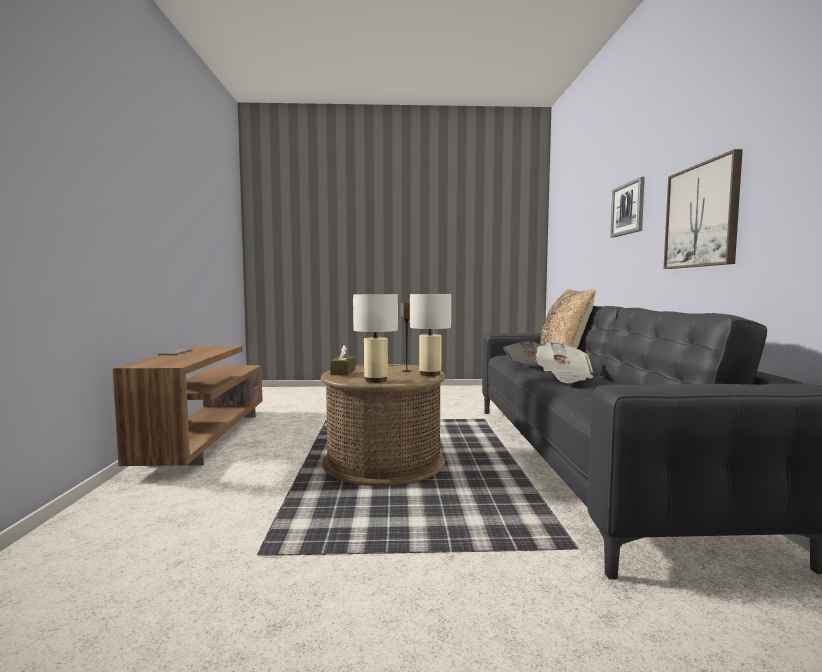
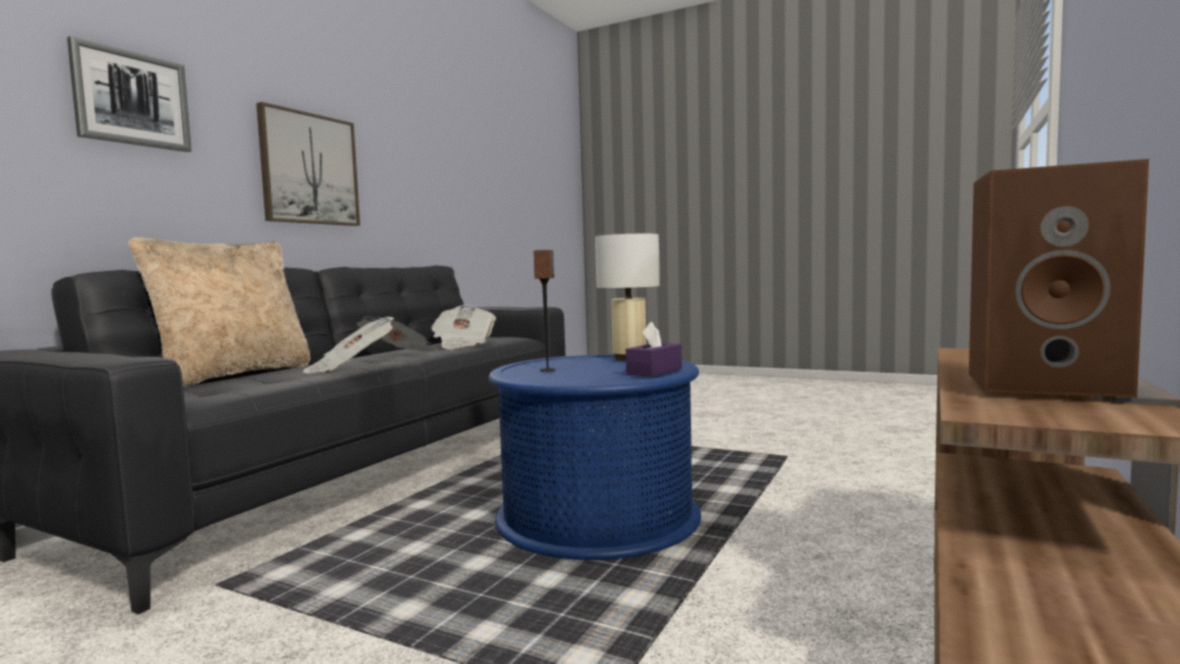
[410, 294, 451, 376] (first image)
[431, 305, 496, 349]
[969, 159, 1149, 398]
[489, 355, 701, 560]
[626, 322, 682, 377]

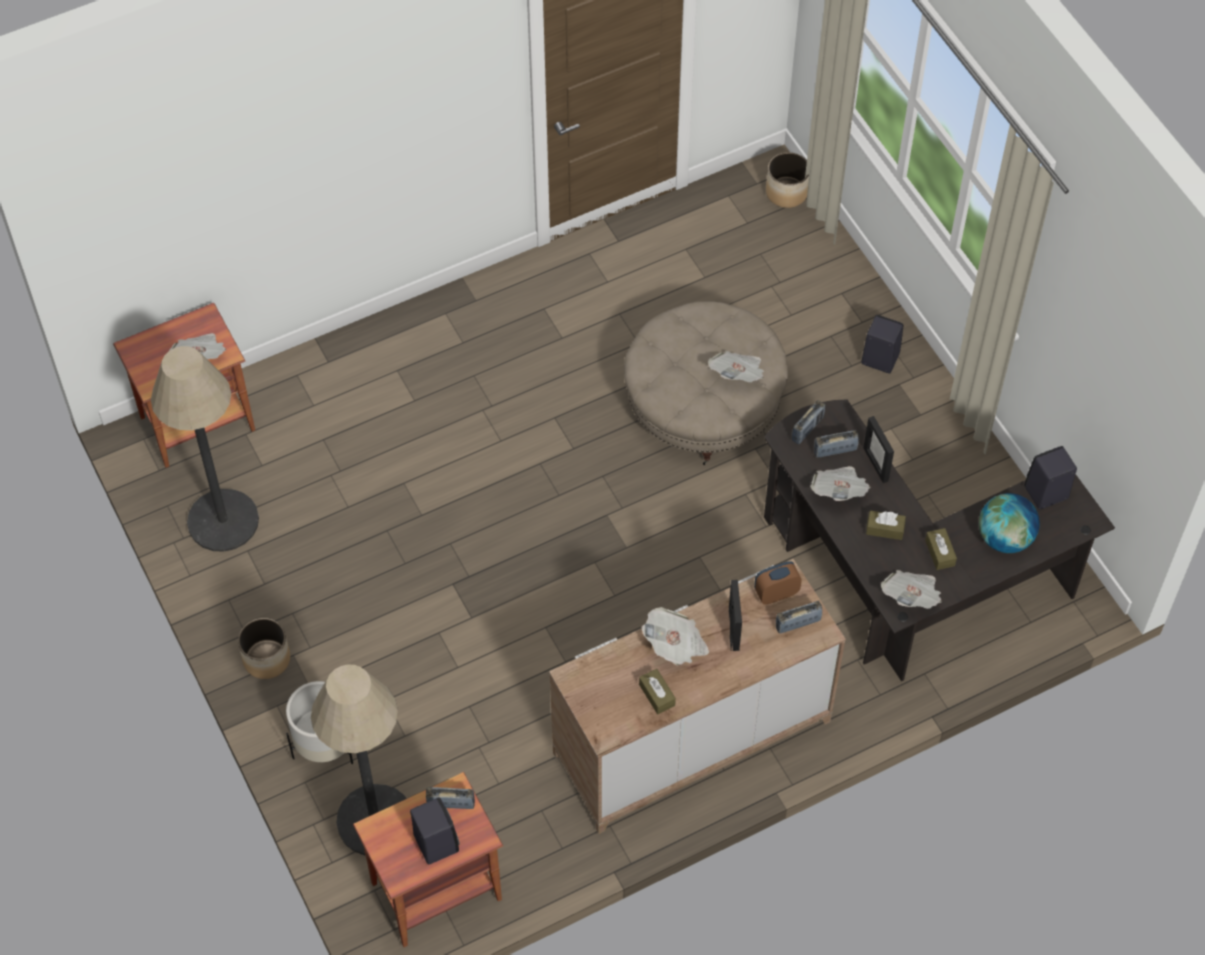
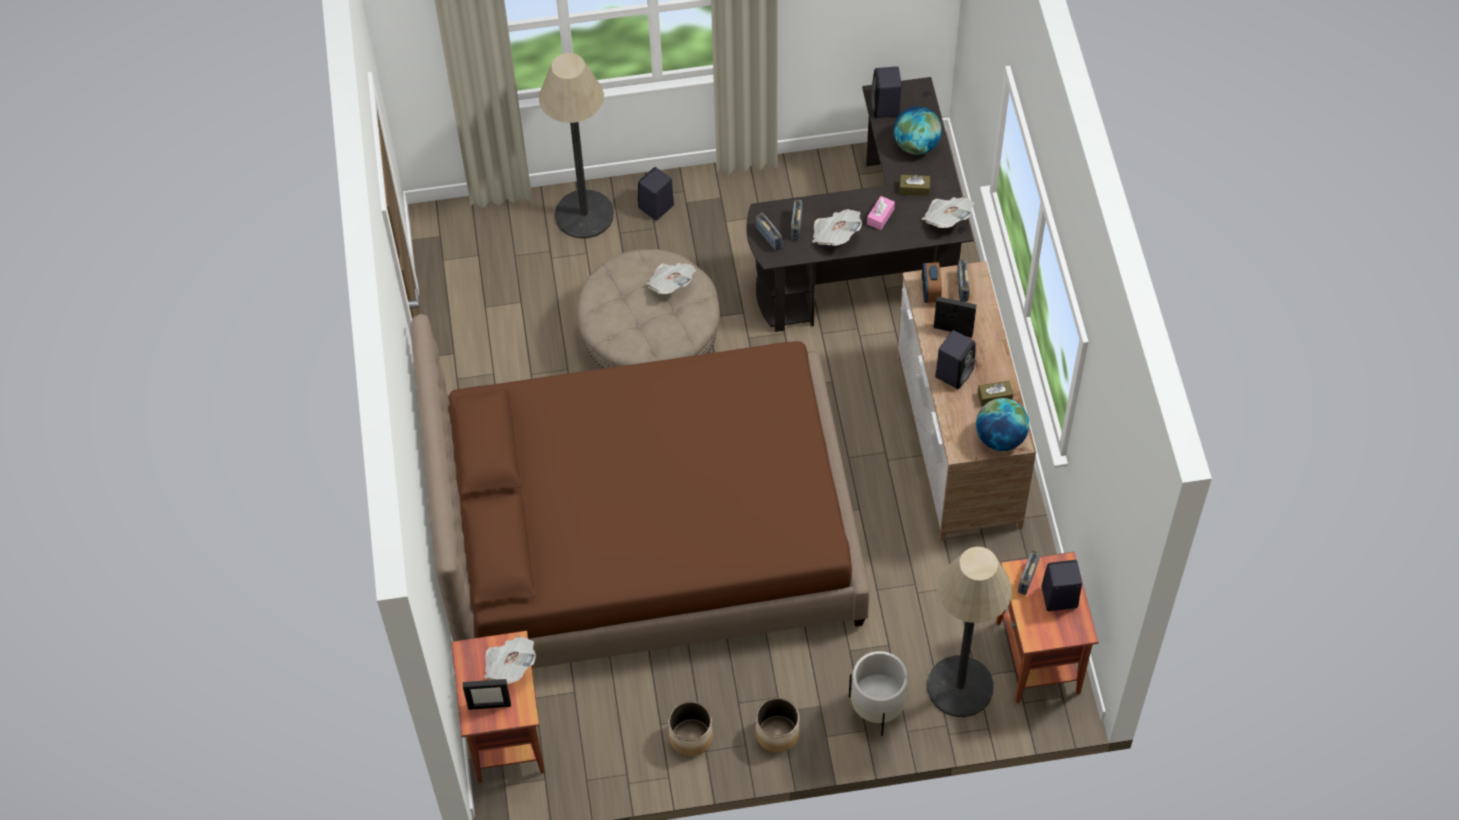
[410, 314, 870, 669]
[976, 398, 1029, 451]
[539, 53, 614, 239]
[668, 701, 713, 756]
[463, 679, 511, 710]
[935, 330, 976, 389]
[867, 196, 895, 230]

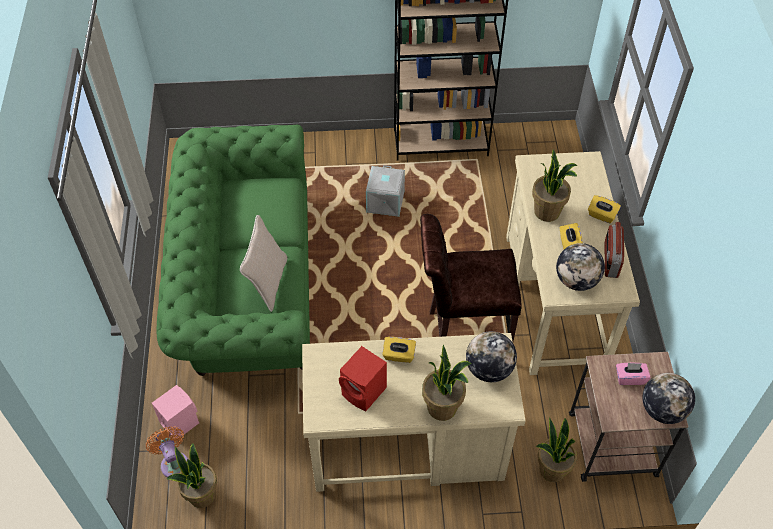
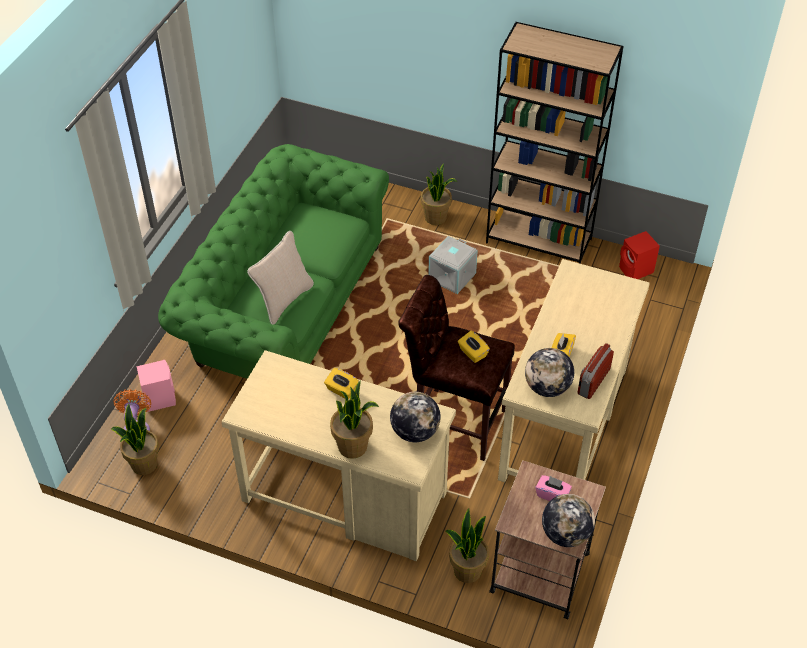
[619, 231, 660, 279]
[421, 164, 457, 225]
[458, 331, 490, 363]

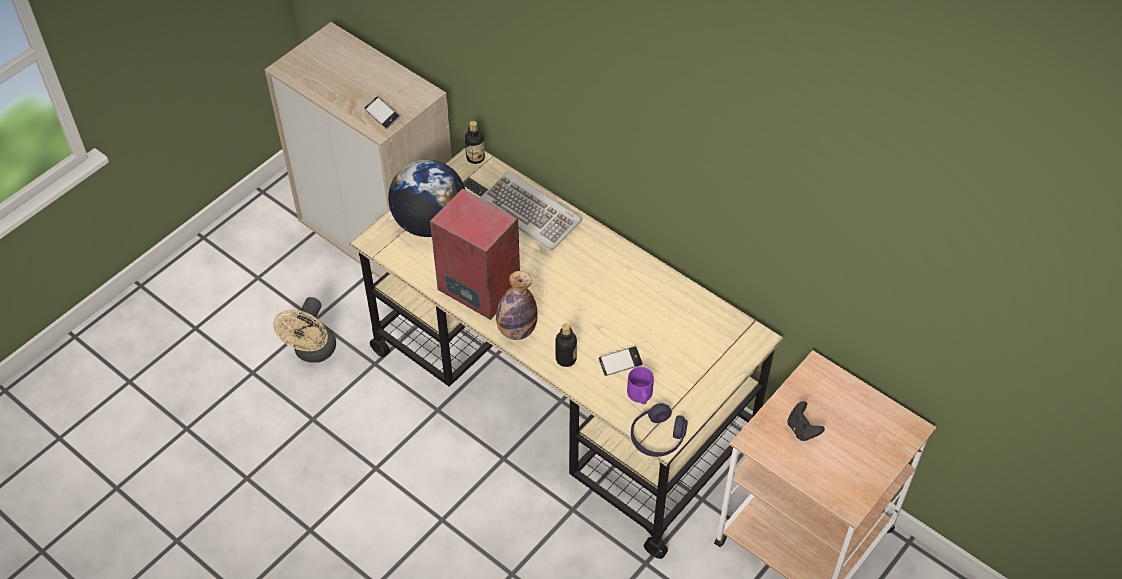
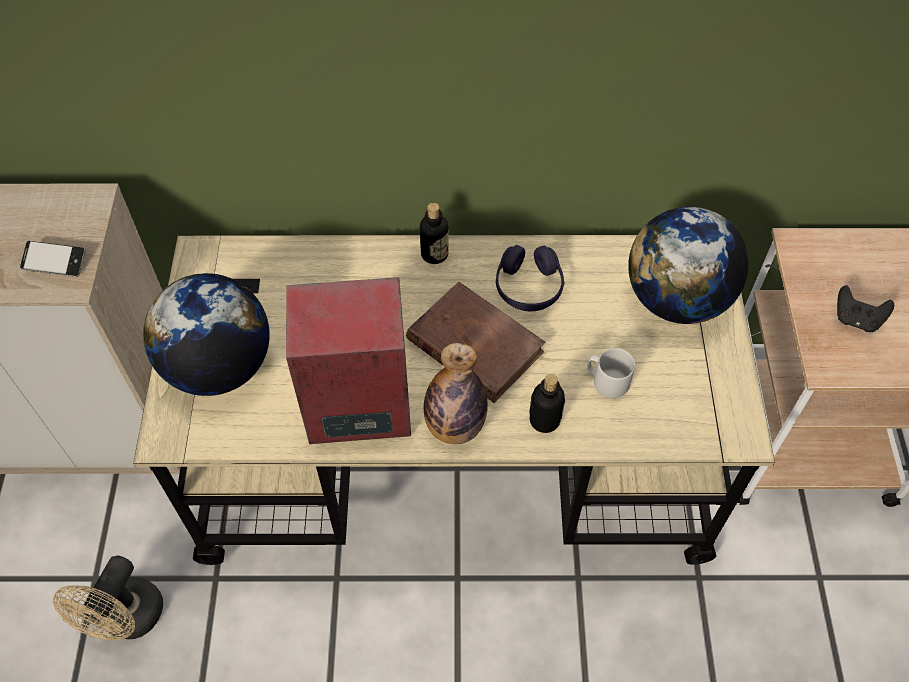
[480, 171, 582, 250] (first image)
[627, 367, 654, 404] (first image)
[406, 282, 545, 403]
[628, 207, 748, 324]
[420, 203, 449, 264]
[496, 245, 564, 311]
[587, 348, 635, 398]
[53, 555, 163, 640]

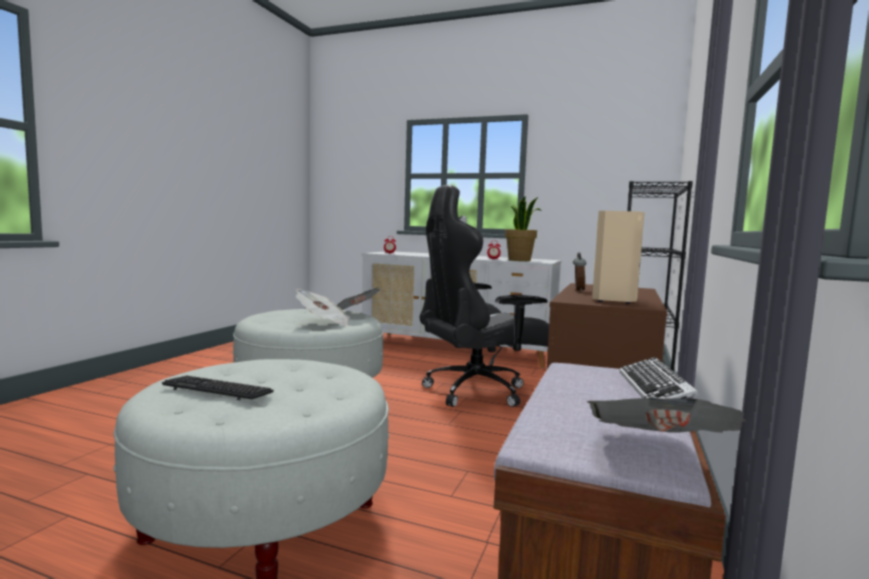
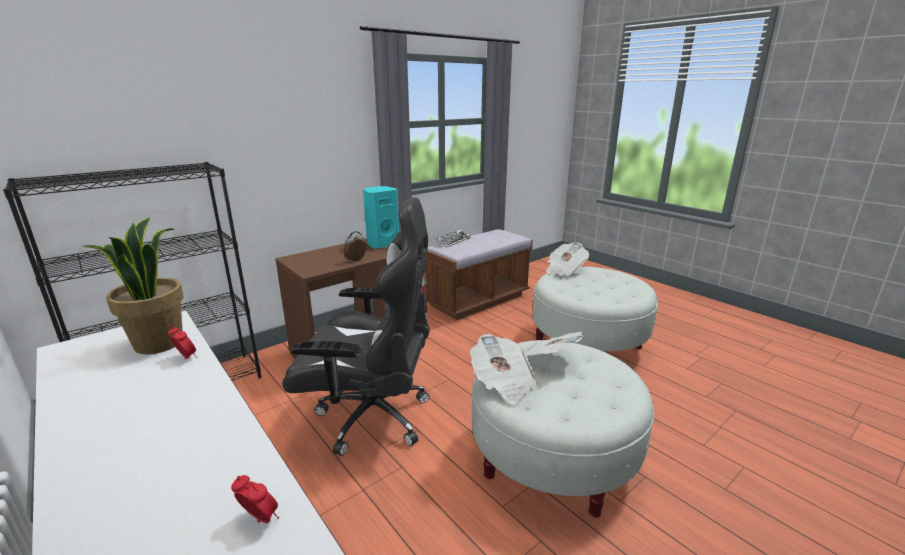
[162, 375, 274, 400] (first image)
[546, 242, 589, 275]
[363, 186, 399, 249]

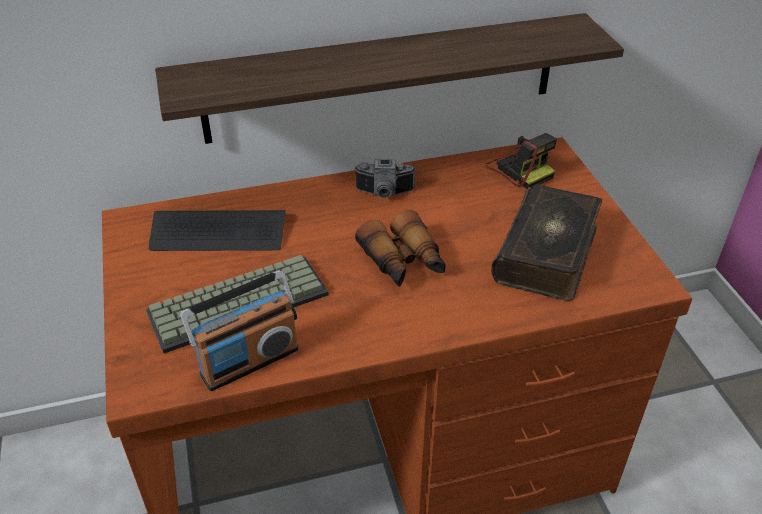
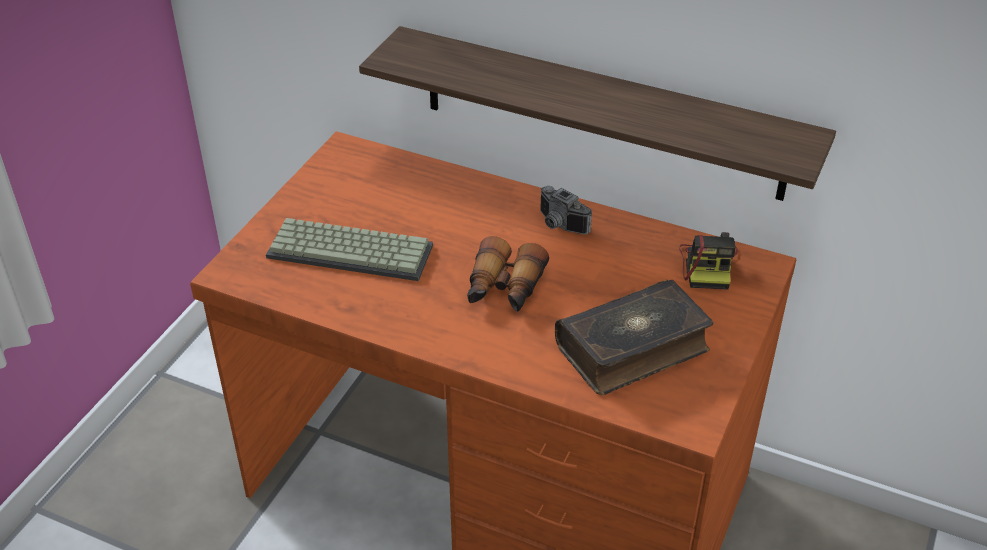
[149, 210, 286, 251] (first image)
[180, 270, 299, 391] (first image)

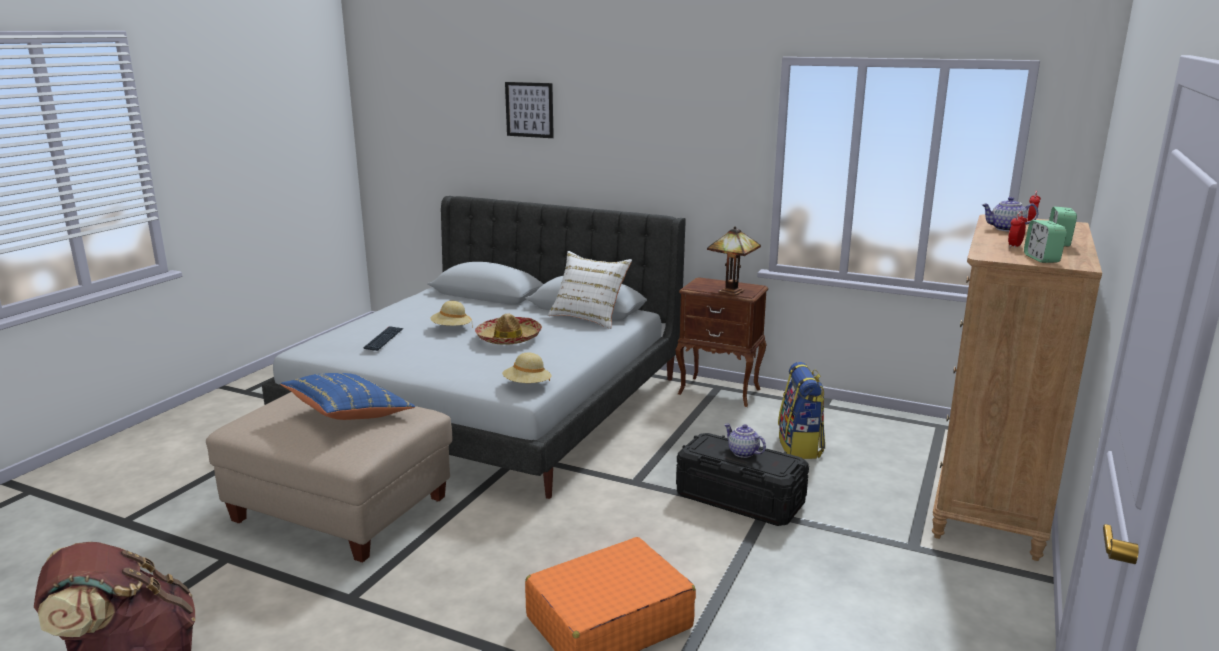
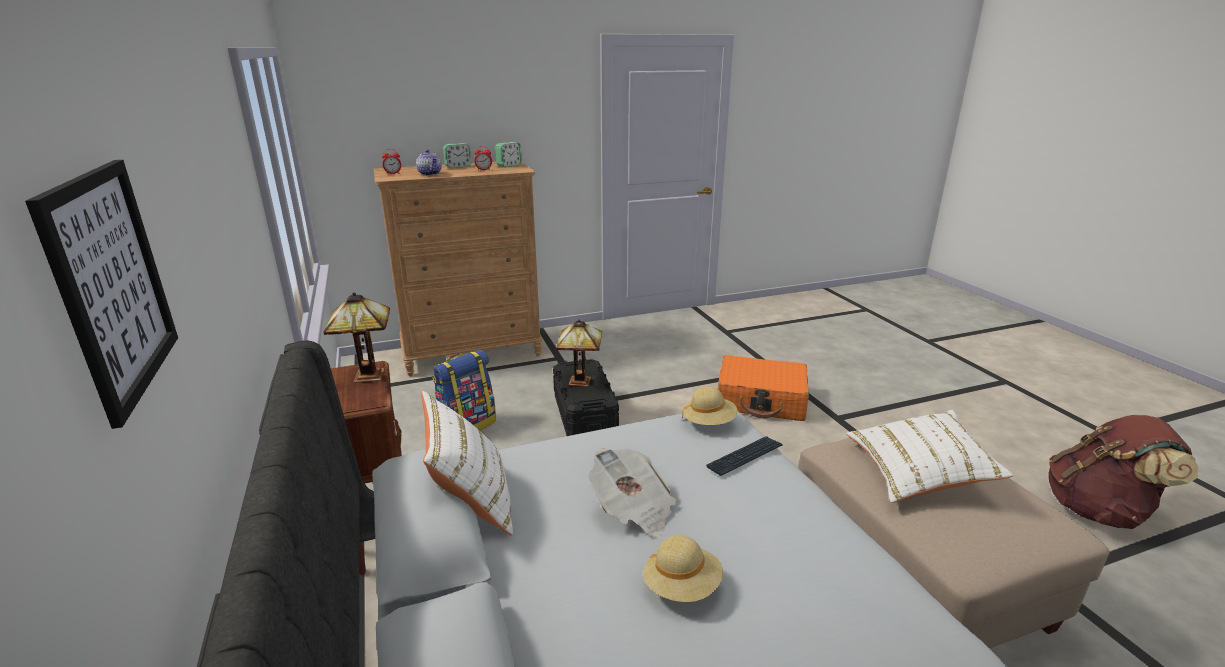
[706, 436, 783, 476]
[588, 448, 677, 536]
[556, 319, 602, 387]
[847, 410, 1013, 503]

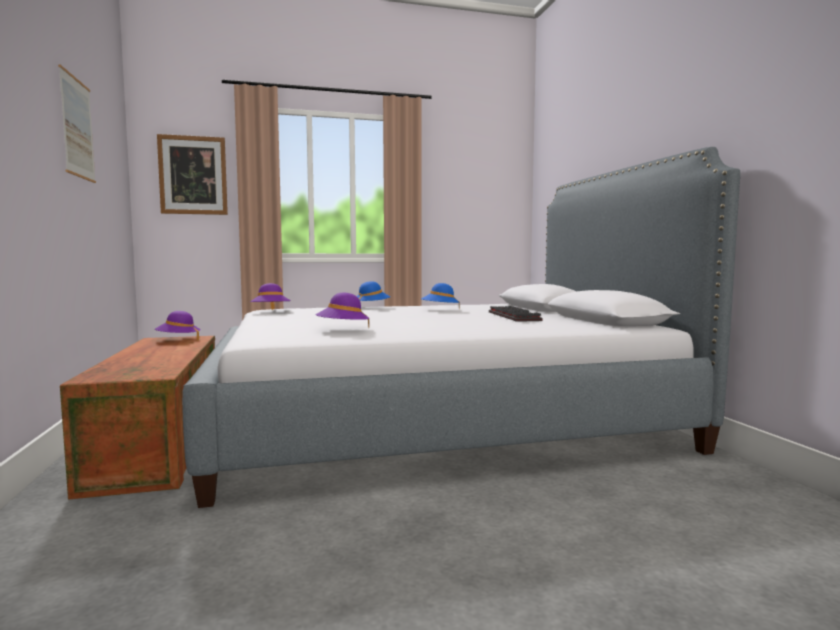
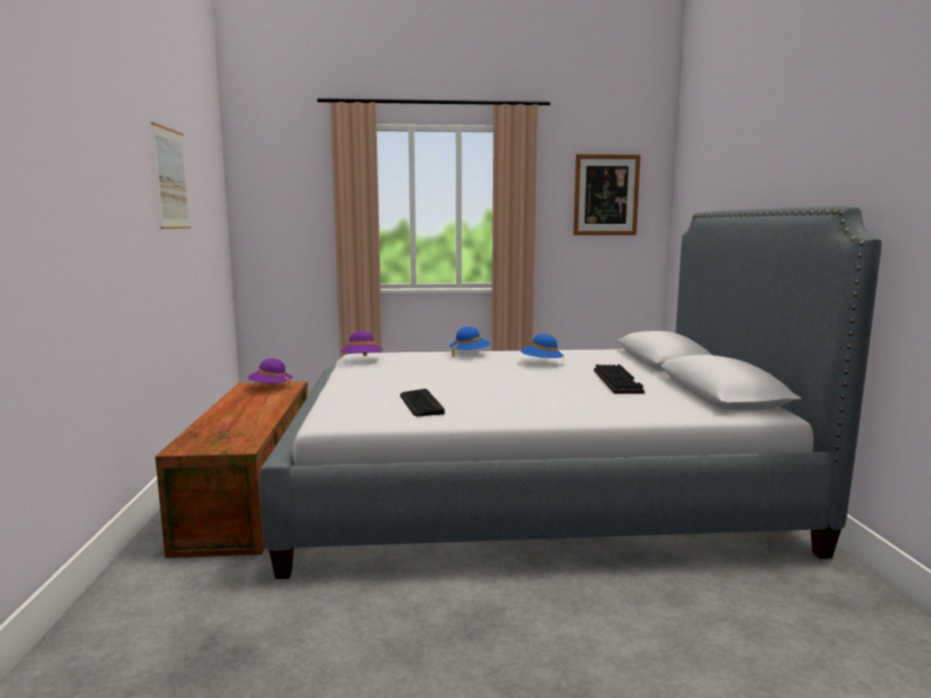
[573, 154, 640, 235]
[400, 389, 445, 416]

